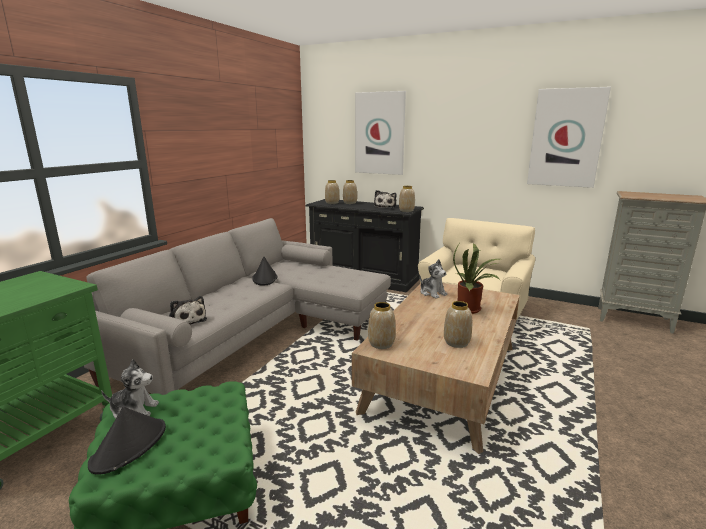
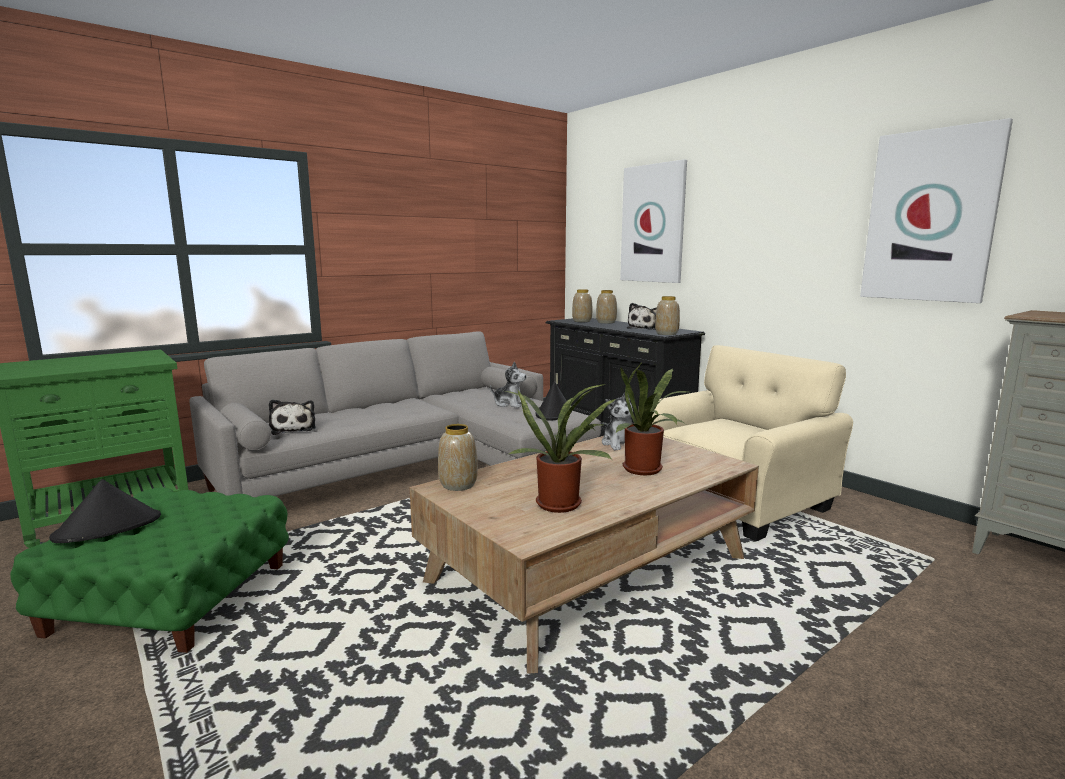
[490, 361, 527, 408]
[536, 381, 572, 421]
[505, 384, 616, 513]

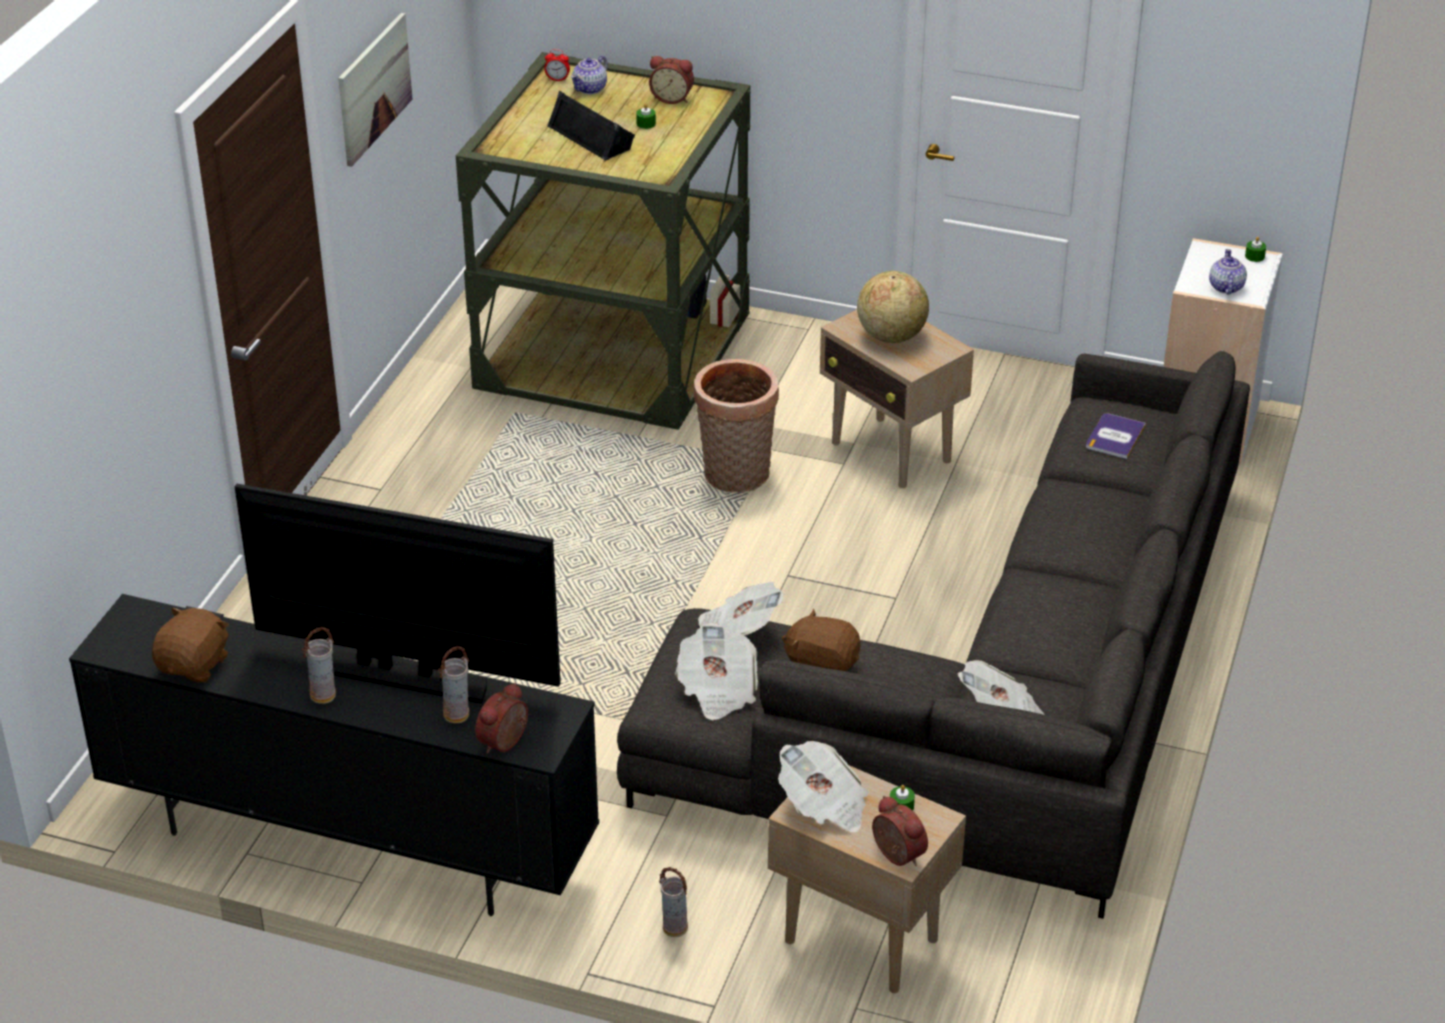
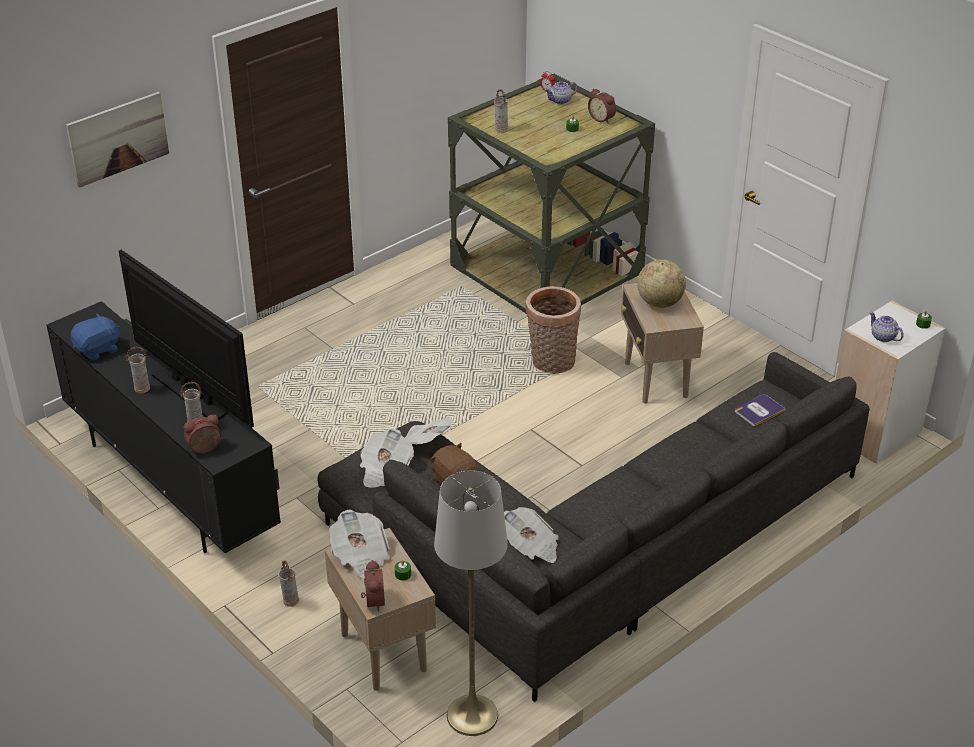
[547, 91, 635, 161] (first image)
[434, 470, 508, 736]
[494, 89, 508, 133]
[66, 92, 169, 188]
[71, 314, 120, 361]
[869, 312, 904, 342]

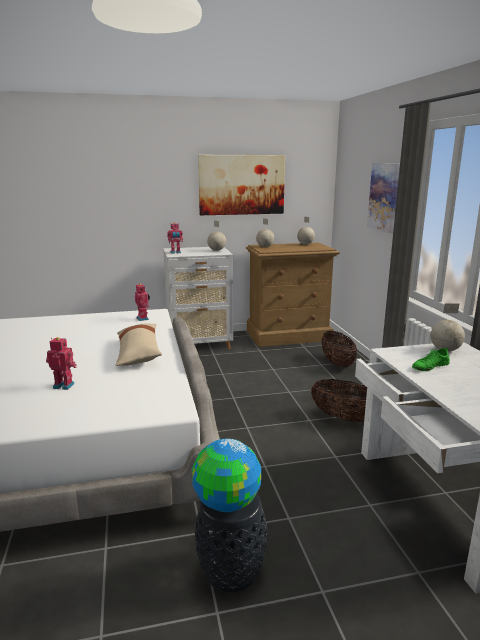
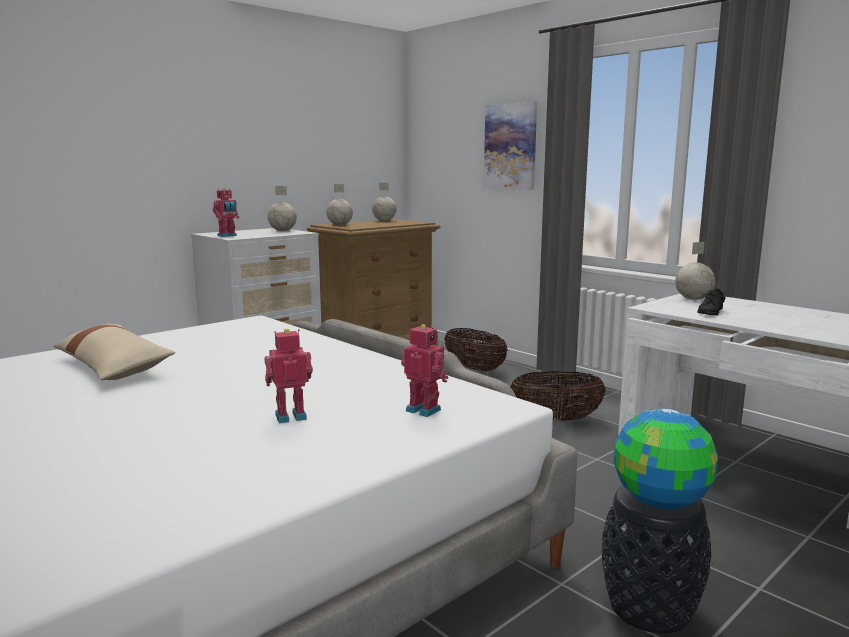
[198, 155, 285, 215] (first image)
[53, 324, 175, 380]
[401, 324, 448, 417]
[697, 289, 726, 315]

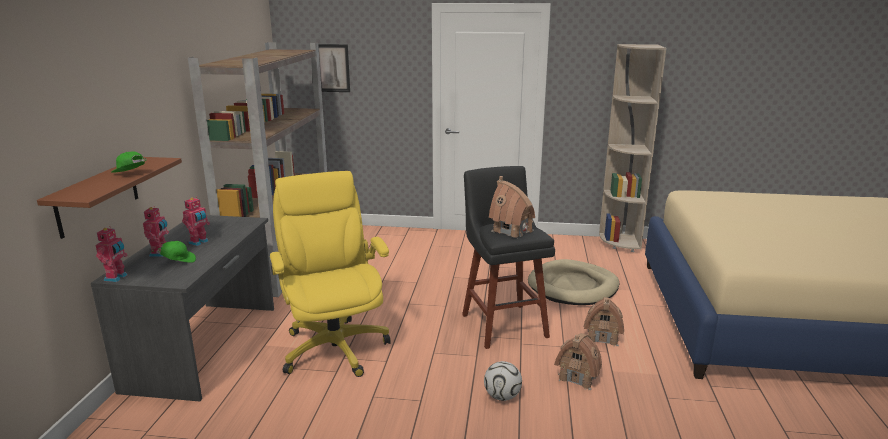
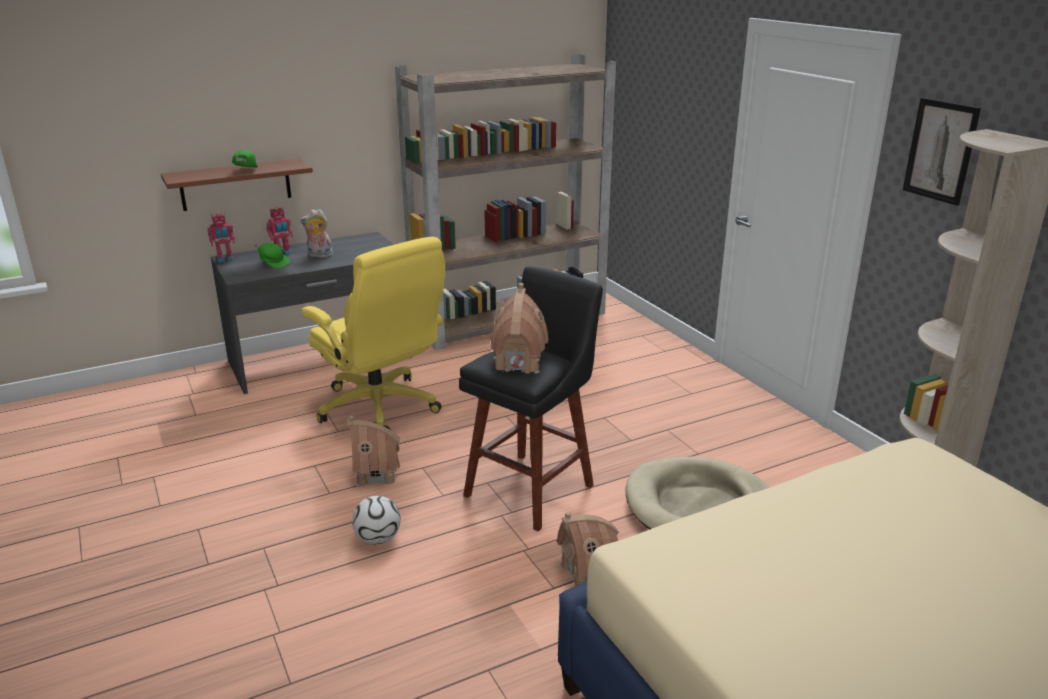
[903, 97, 981, 206]
[347, 416, 400, 487]
[300, 209, 333, 257]
[302, 237, 445, 430]

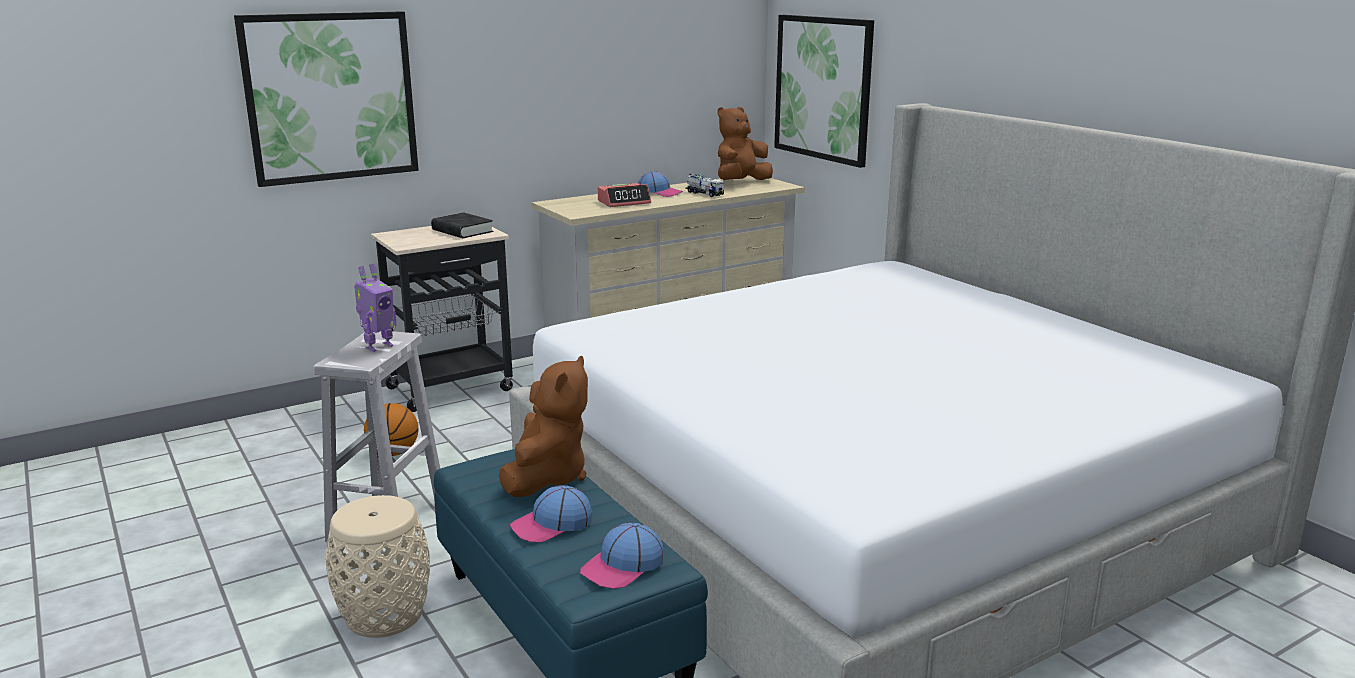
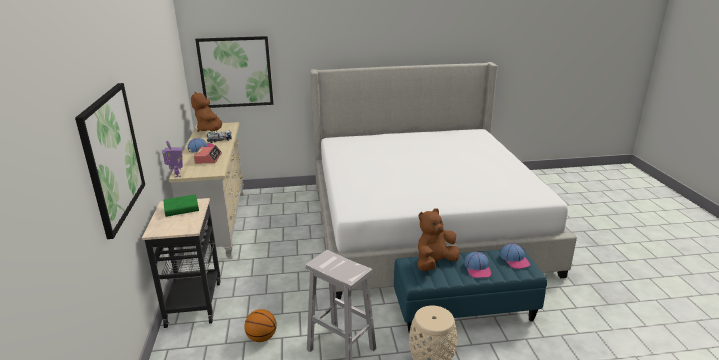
[162, 141, 183, 178]
[163, 194, 199, 217]
[417, 208, 459, 271]

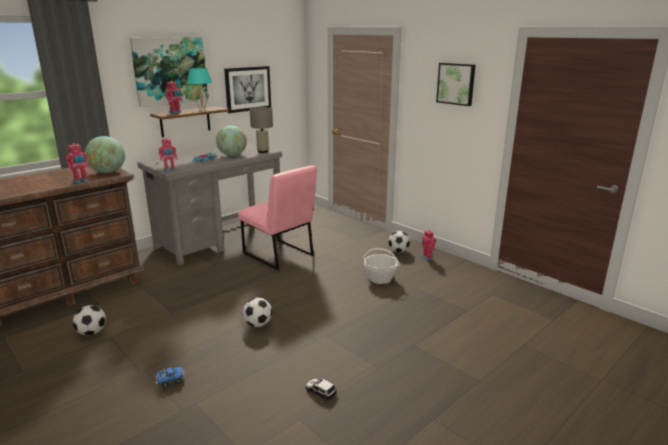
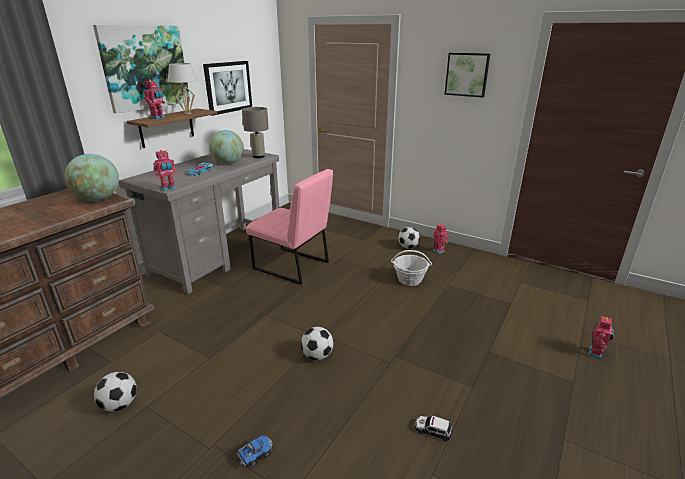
[588, 316, 614, 359]
[168, 63, 198, 114]

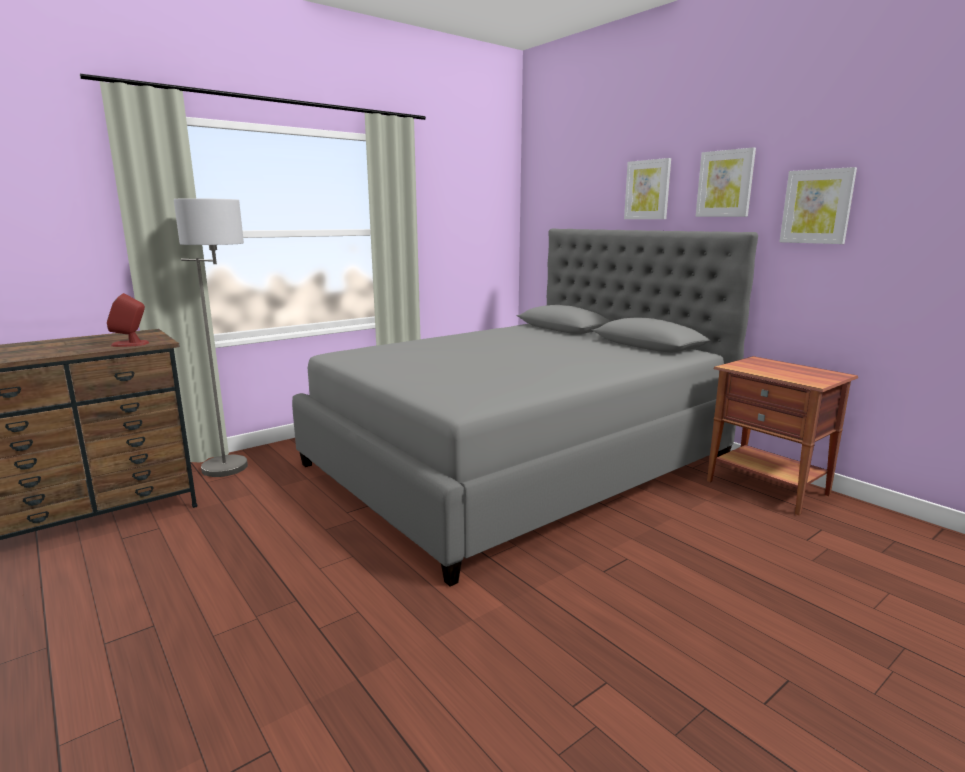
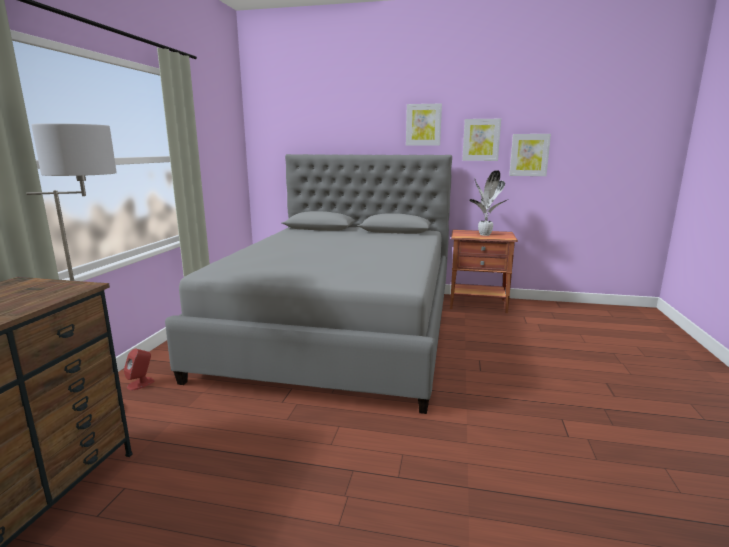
[469, 170, 508, 236]
[124, 349, 154, 390]
[509, 134, 551, 176]

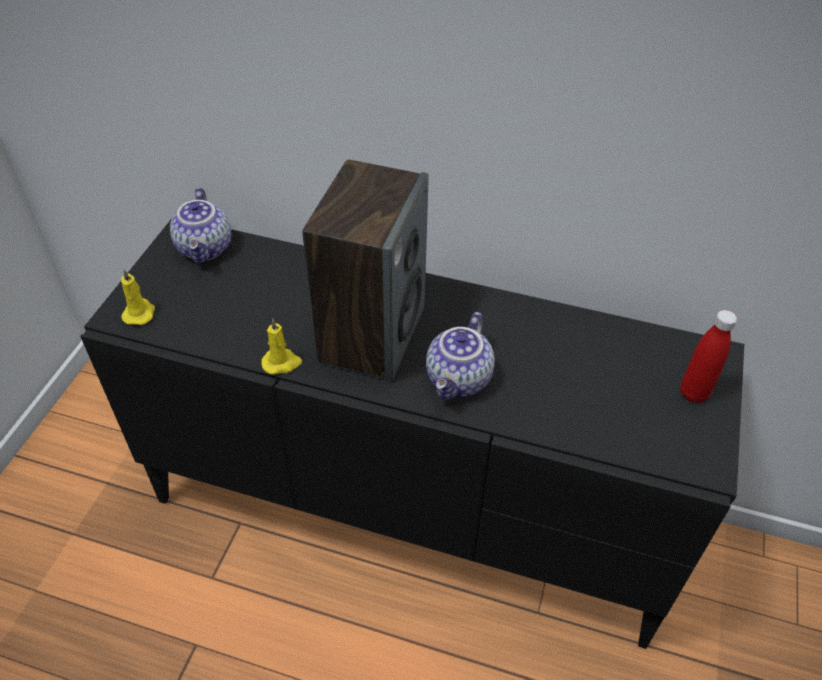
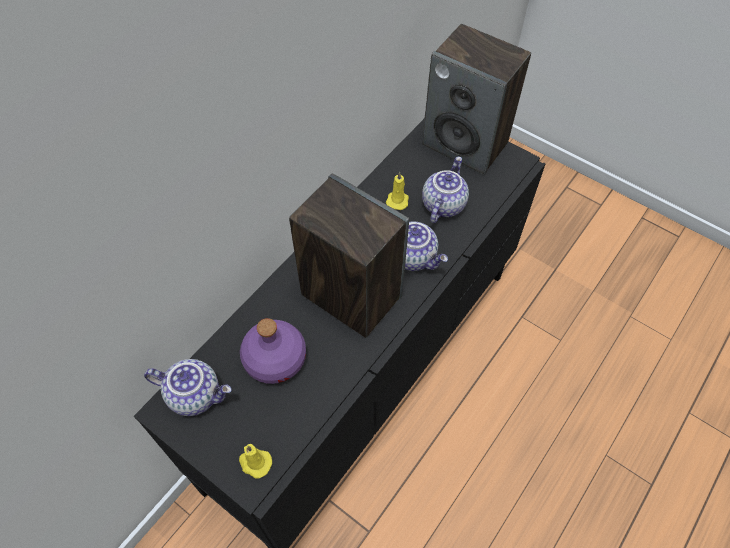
[240, 318, 306, 384]
[422, 157, 469, 223]
[386, 172, 409, 210]
[422, 24, 531, 175]

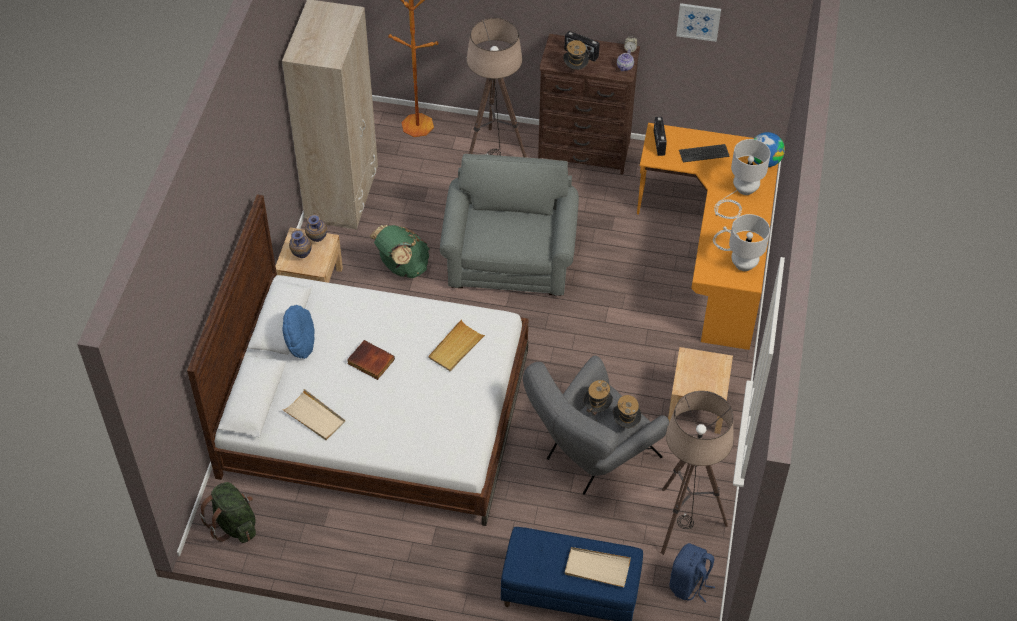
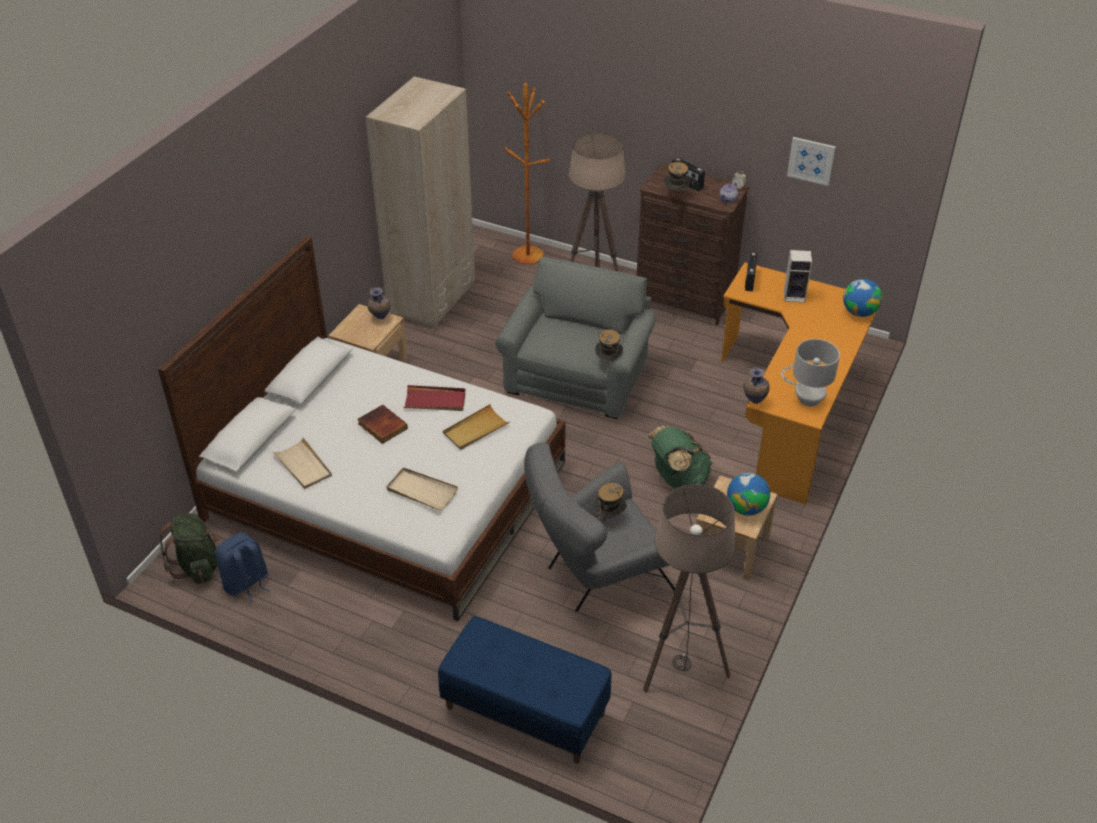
[282, 305, 315, 359] (first image)
[714, 139, 770, 219] (first image)
[404, 385, 466, 411]
[727, 473, 770, 516]
[743, 367, 770, 404]
[648, 426, 713, 489]
[386, 467, 458, 511]
[595, 330, 623, 361]
[215, 533, 270, 602]
[784, 250, 812, 302]

